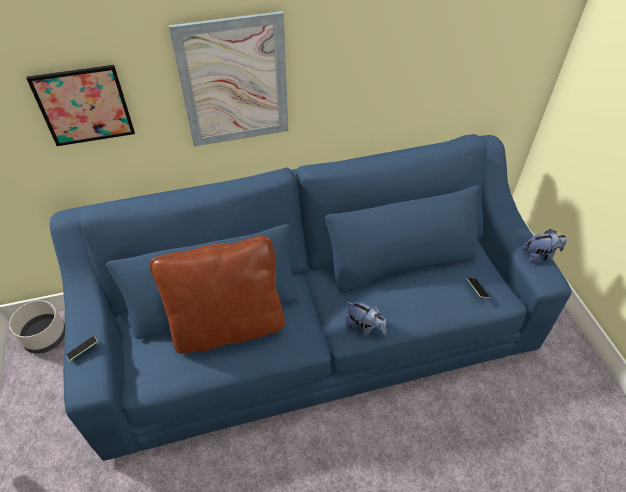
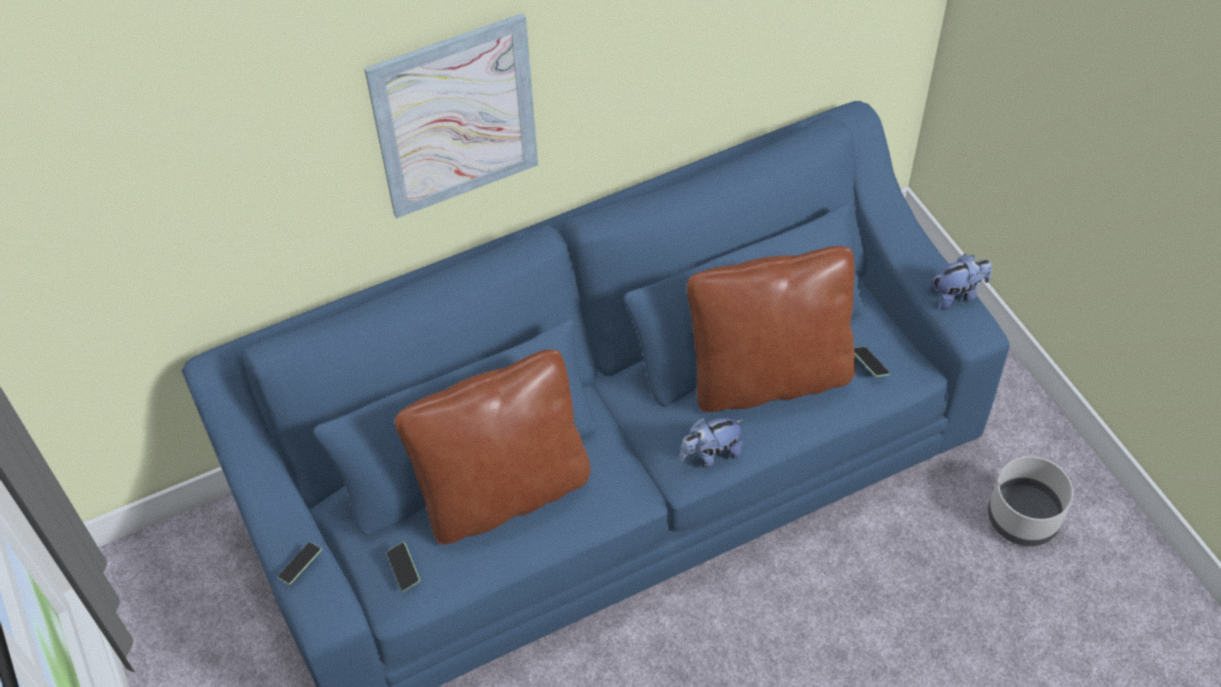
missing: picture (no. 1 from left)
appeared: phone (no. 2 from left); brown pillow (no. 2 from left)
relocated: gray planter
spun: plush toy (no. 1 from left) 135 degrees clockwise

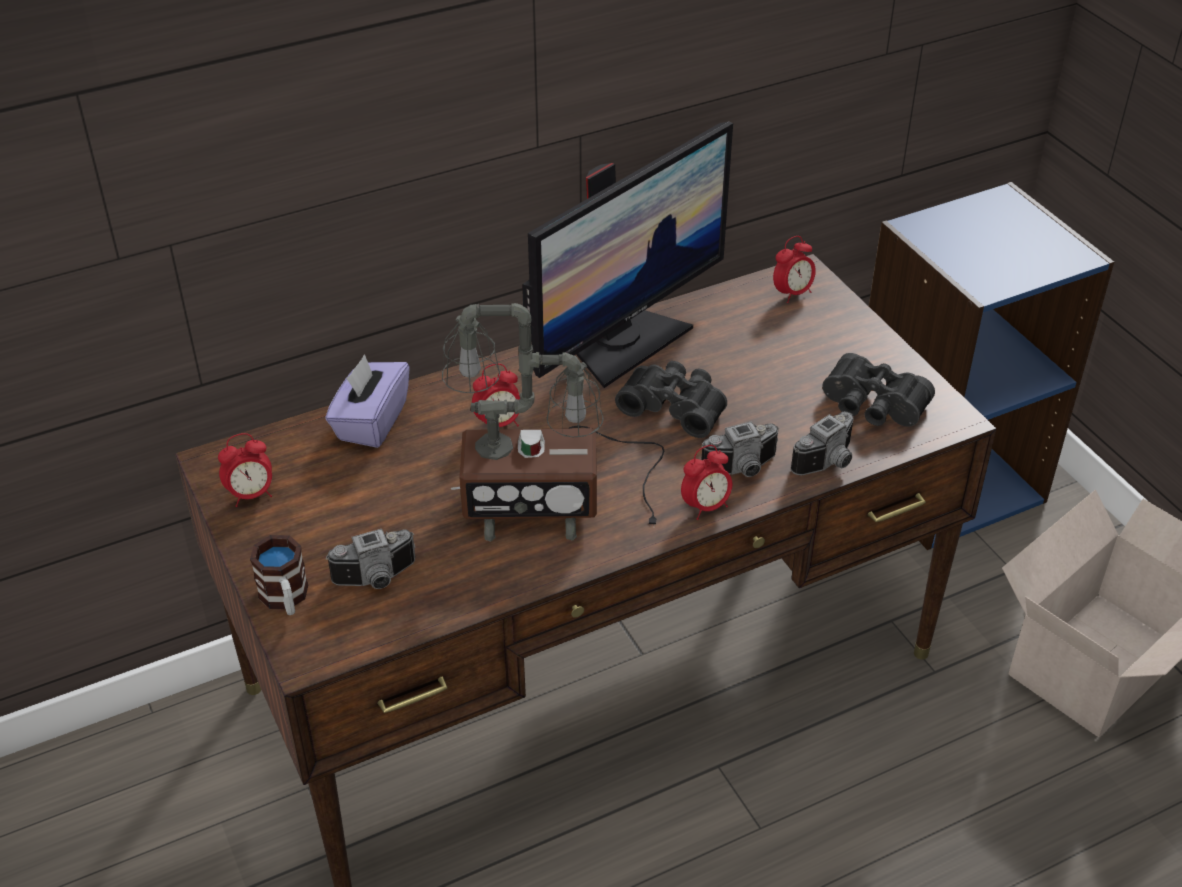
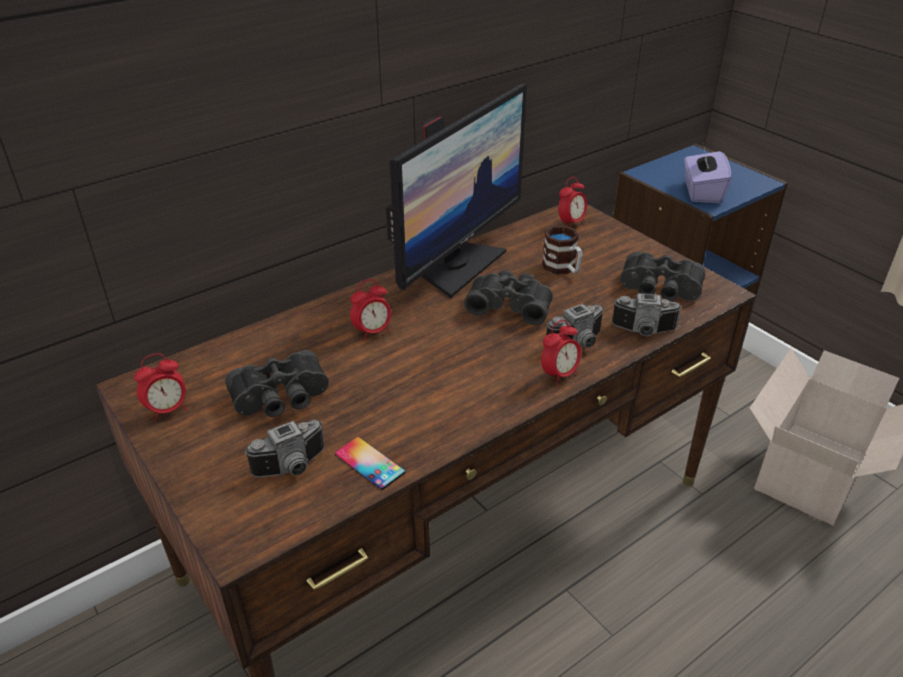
missing: table lamp
appeared: blackish field glasses (no. 1 from left); phone
relocated: mug; purplish tissue box
spun: photo camera (no. 3 from left) 60 degrees clockwise

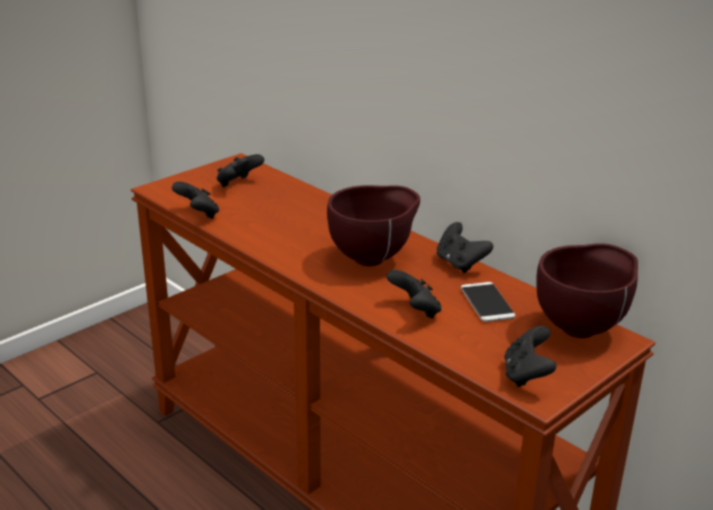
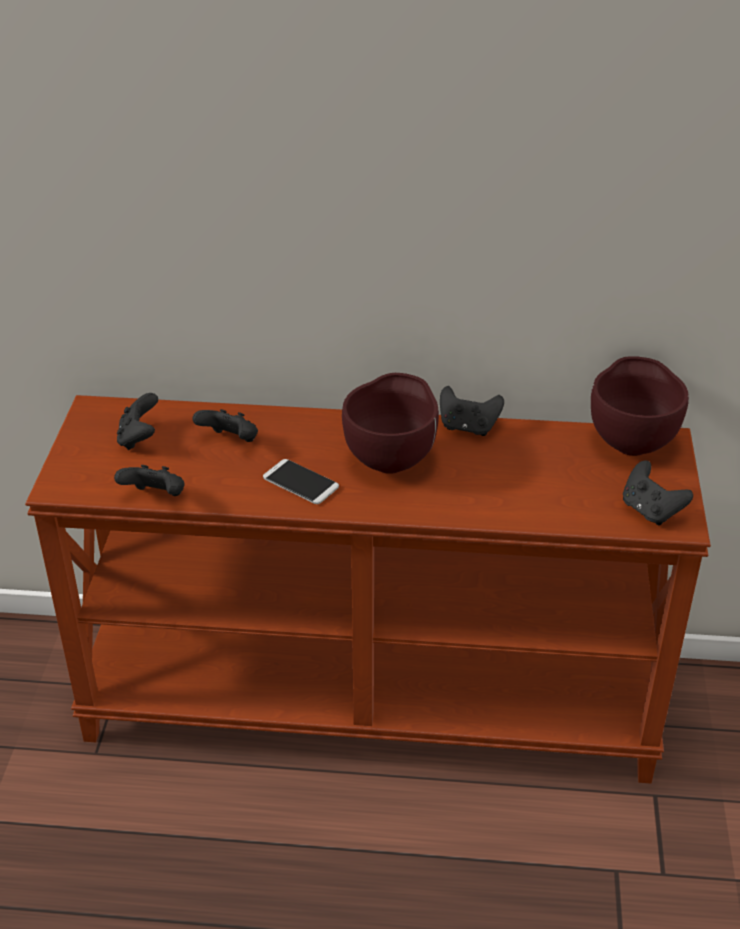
relocated: blackish gamepad (no. 3 from left); phone

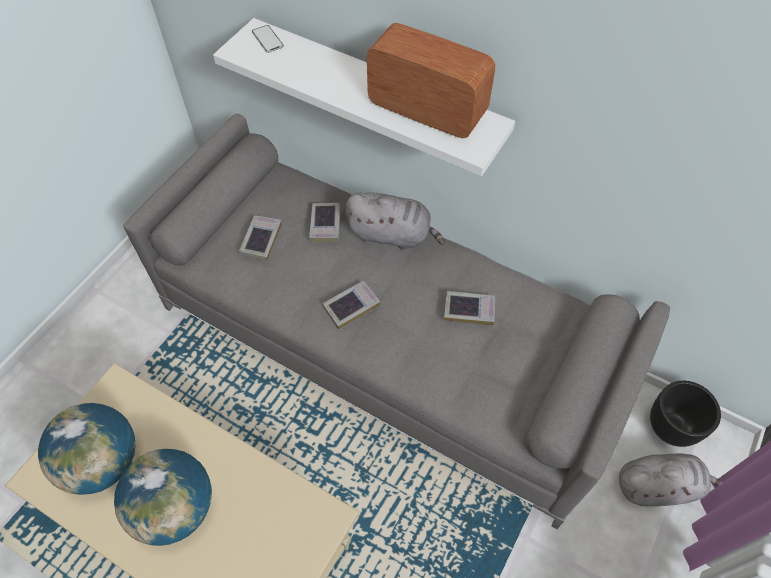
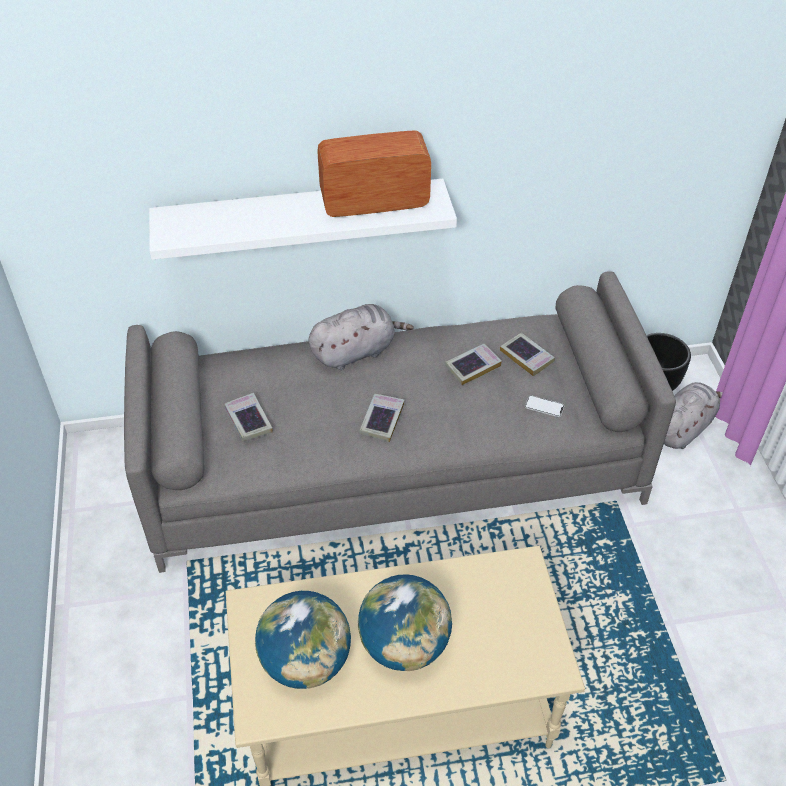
relocated: phone; book (no. 2 from left in the first image) to book (no. 4 from left)

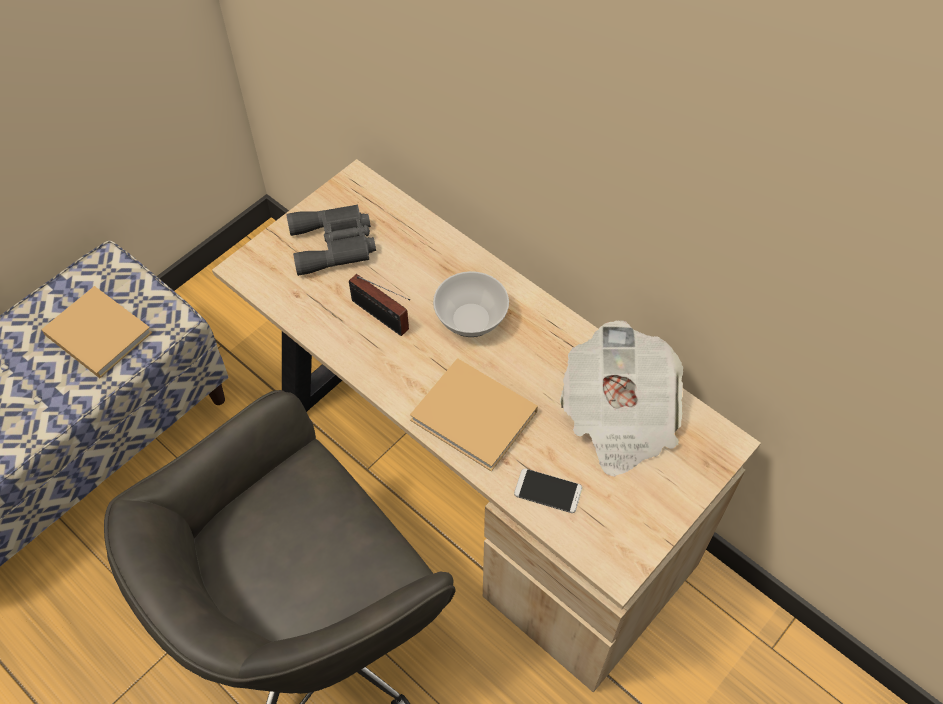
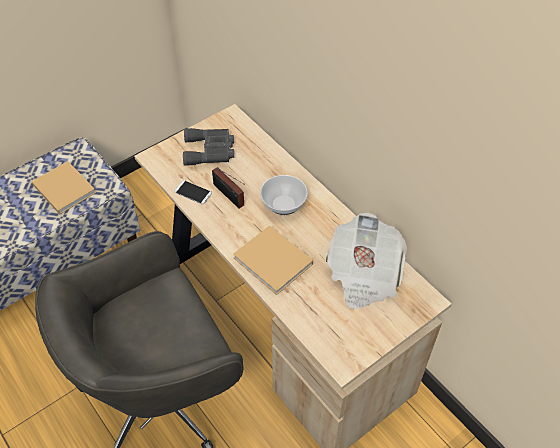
relocated: phone

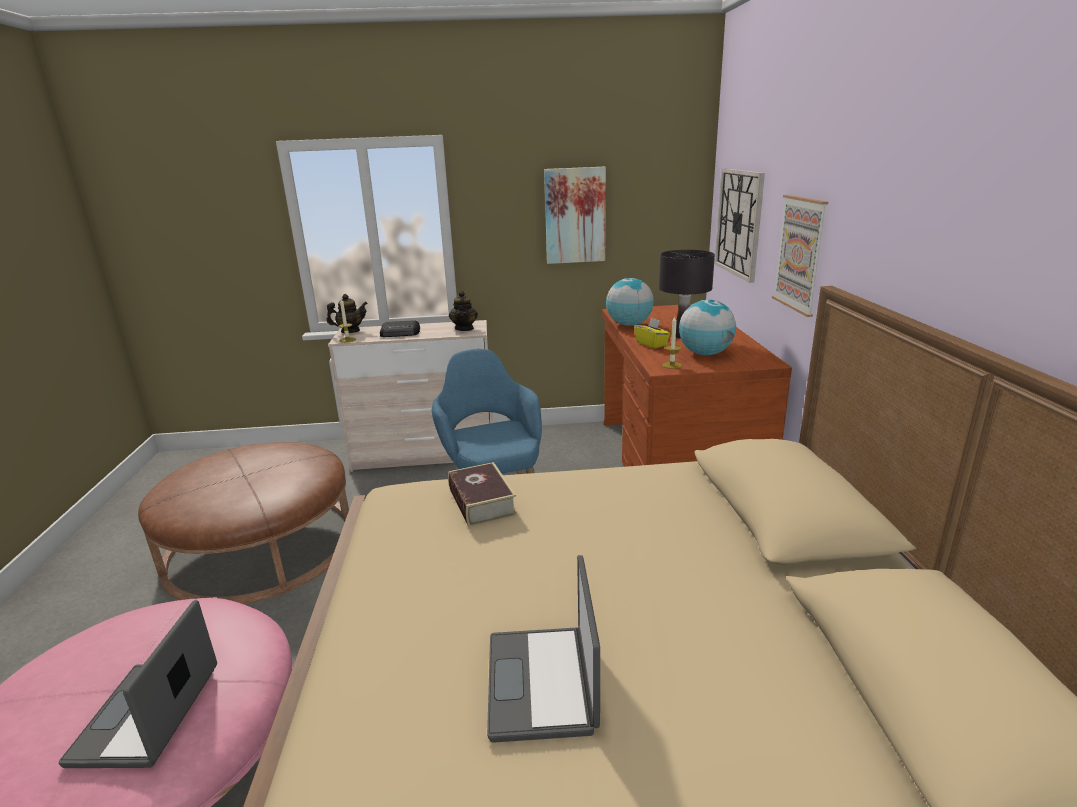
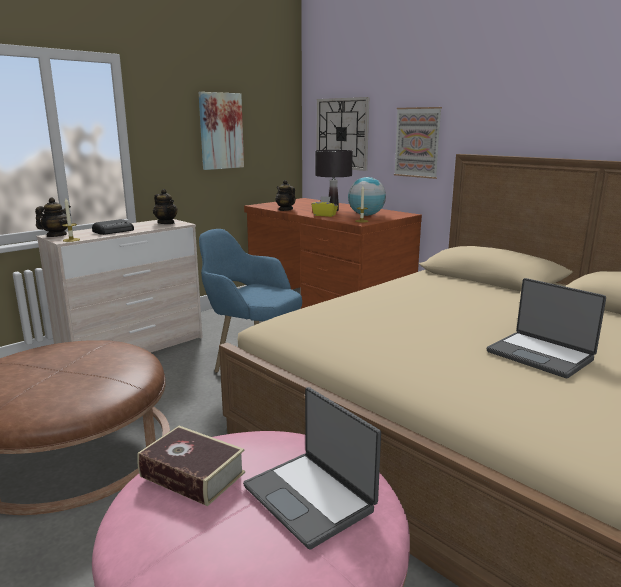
relocated: book
exchanged: globe (no. 1 from left) to tea pot (no. 3 from left)

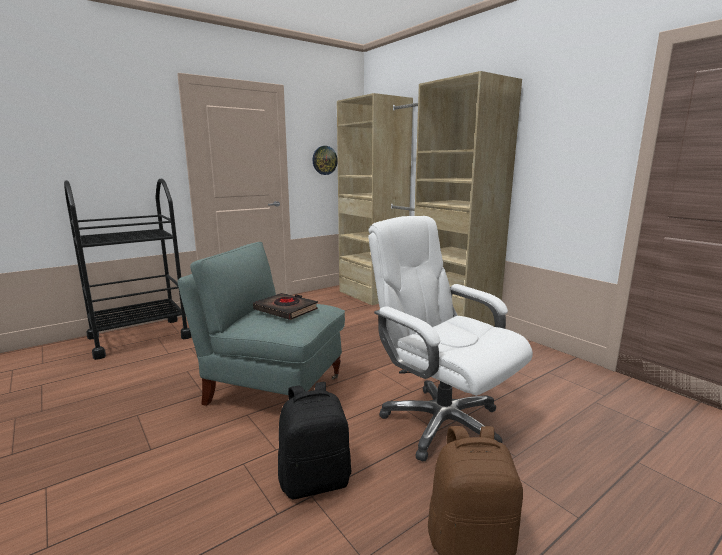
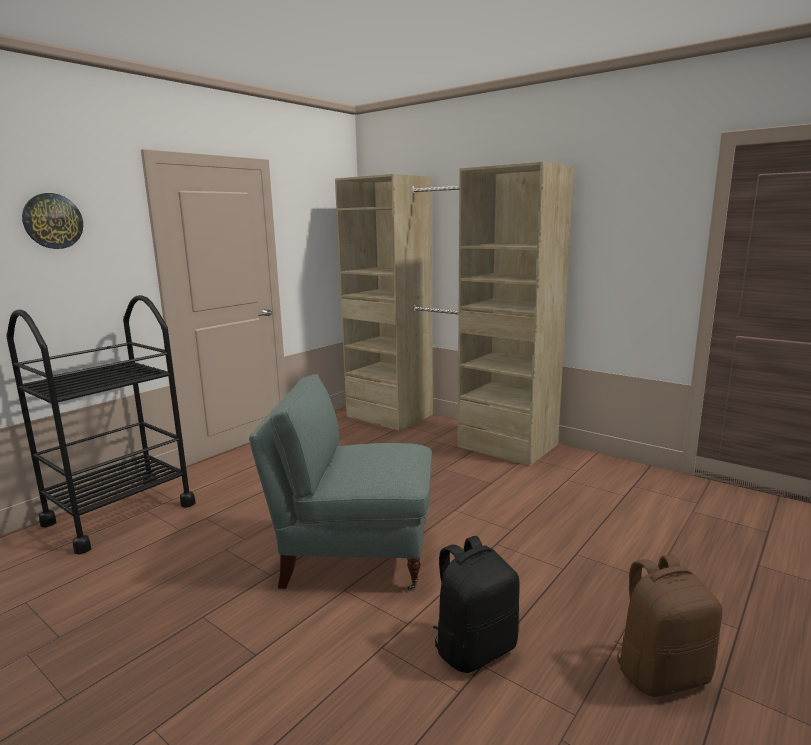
missing: blackish book; whitish computer chair
relocated: wall clock

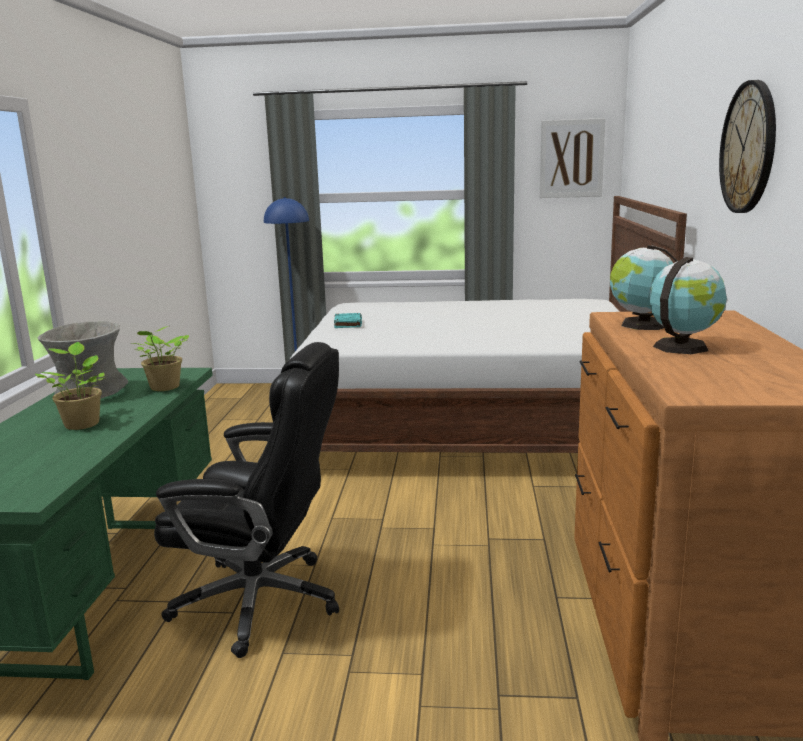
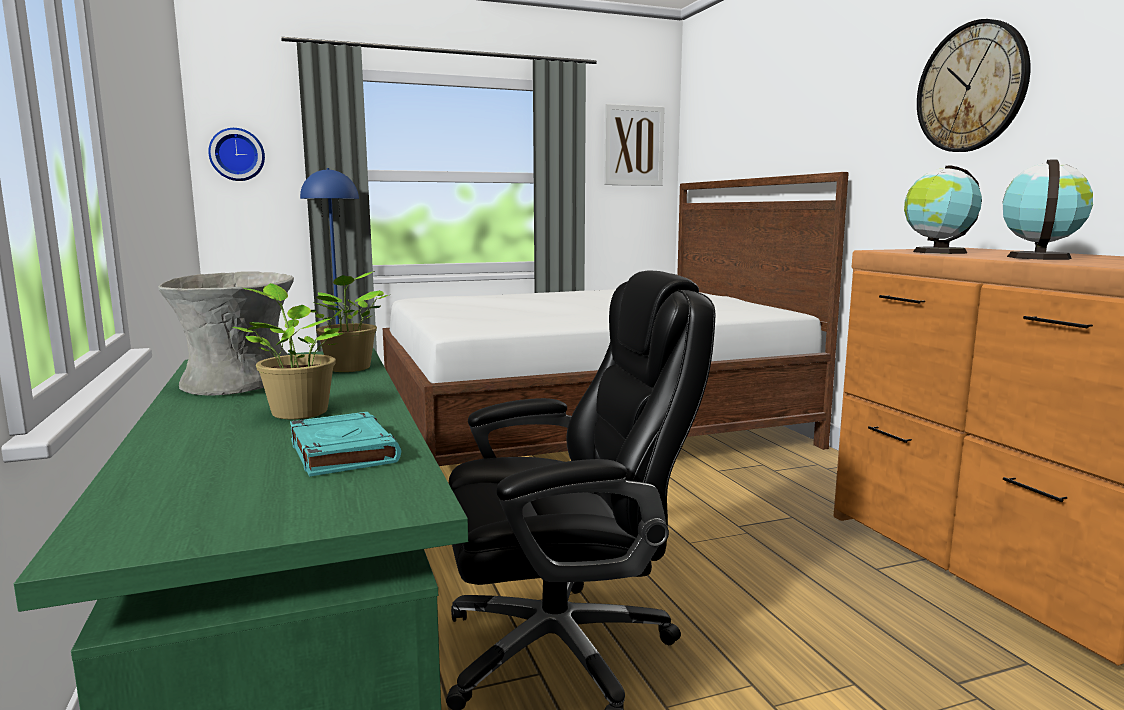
appeared: wall clock (no. 1 from left)
relocated: turquoise book

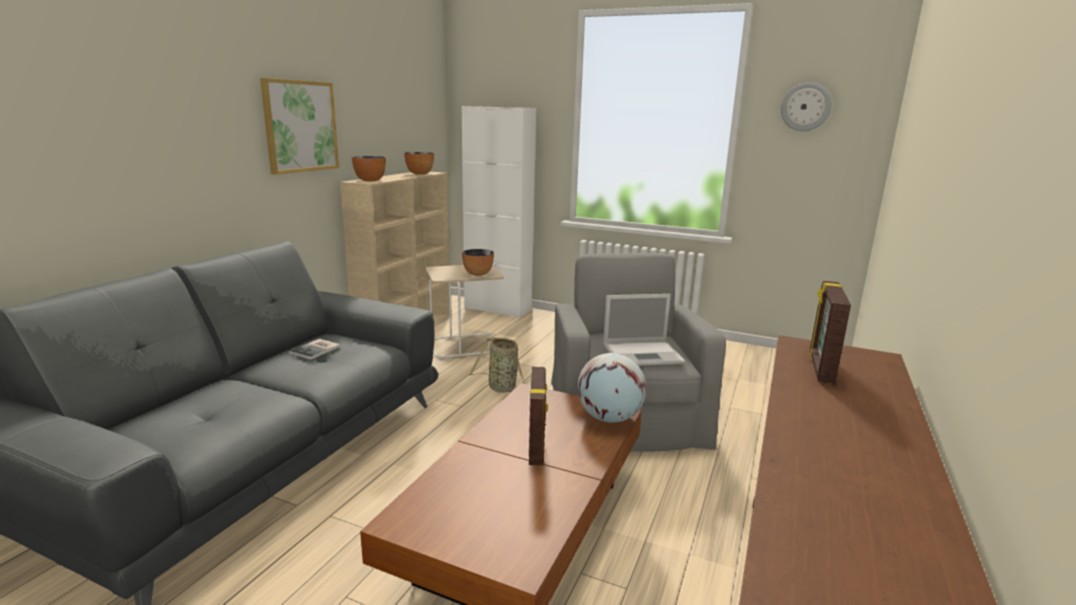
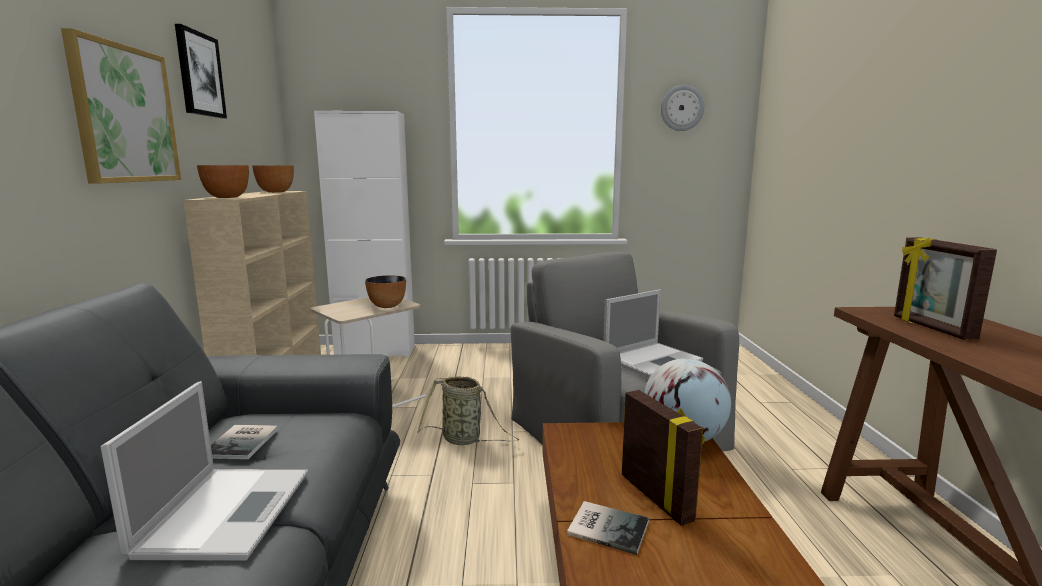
appeared: portable computer (no. 1 from left); picture (no. 2 from left); book (no. 2 from left)

